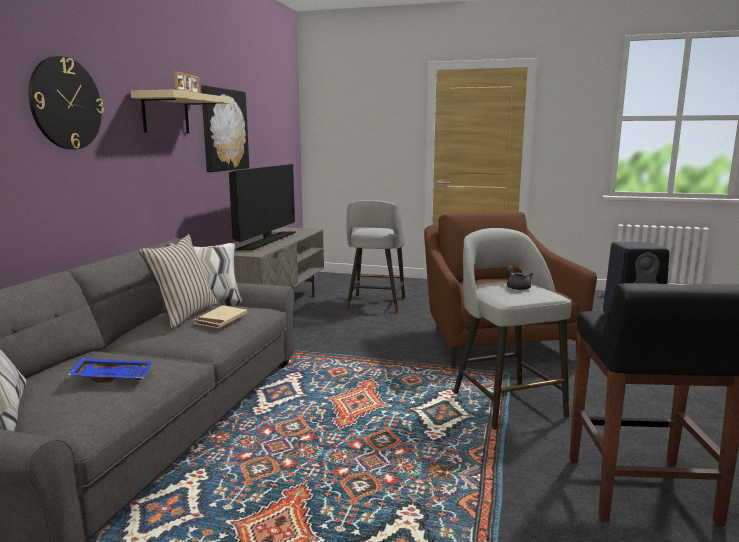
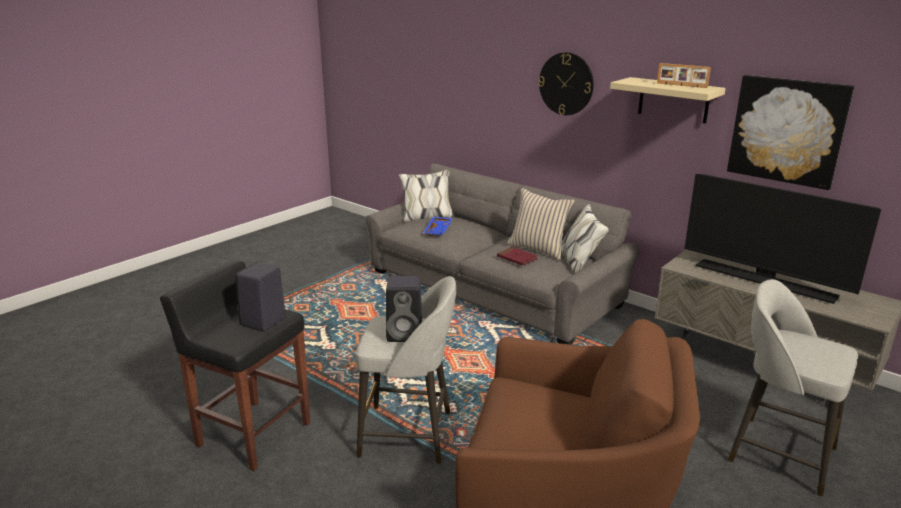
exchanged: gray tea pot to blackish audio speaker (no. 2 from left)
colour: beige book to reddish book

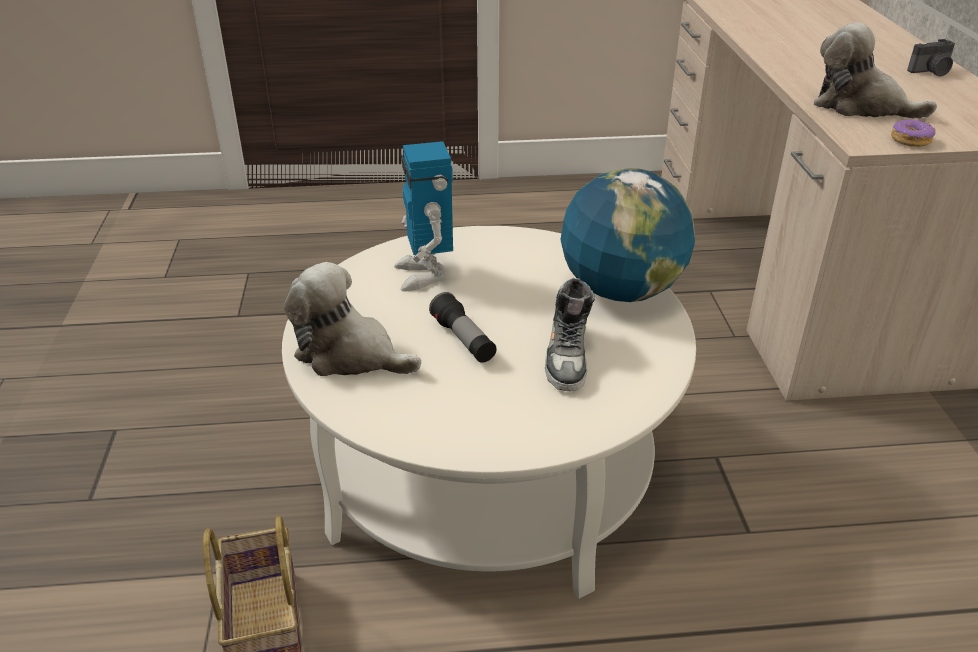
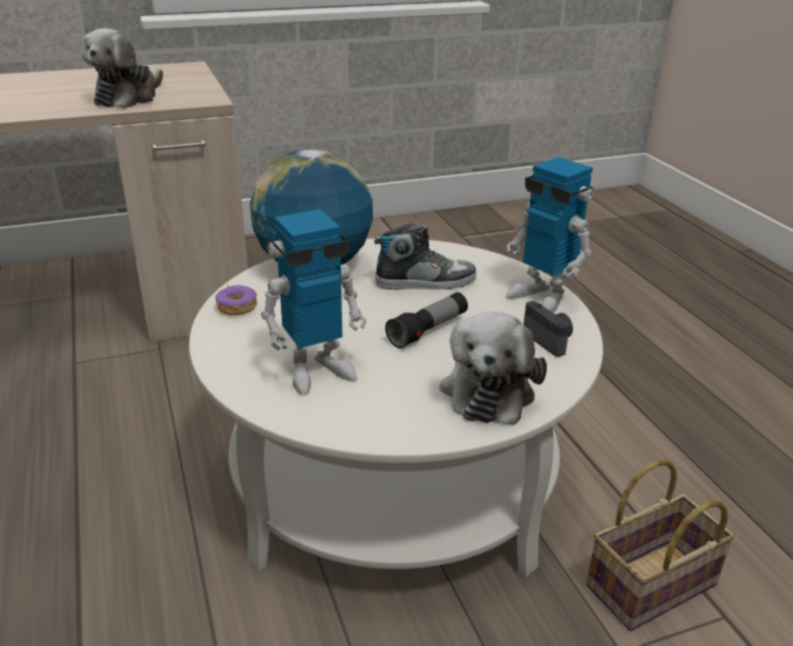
appeared: model robot (no. 2 from left)
relocated: doughnut; photo camera

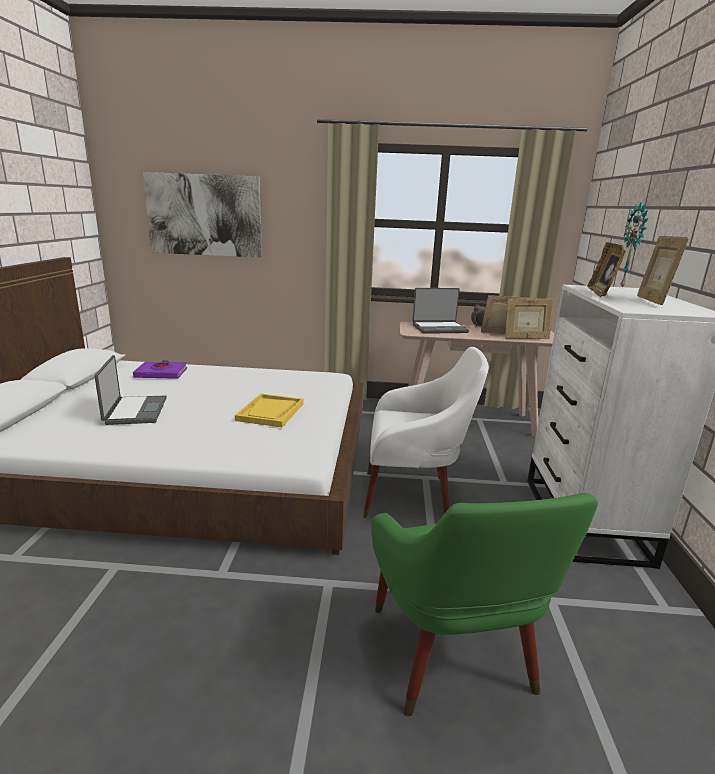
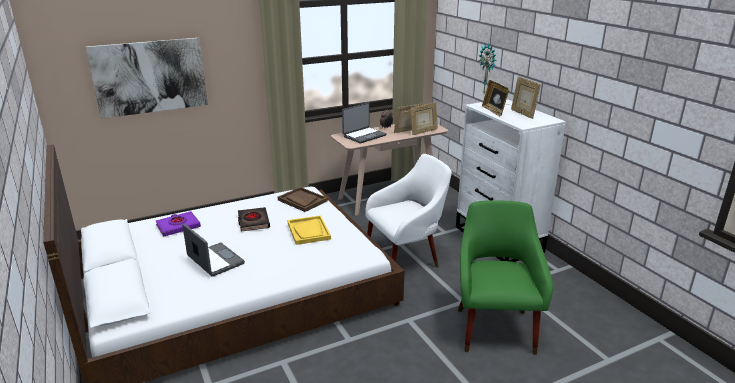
appeared: blackish book; brown tray
spun: greenish armchair 135 degrees counterclockwise

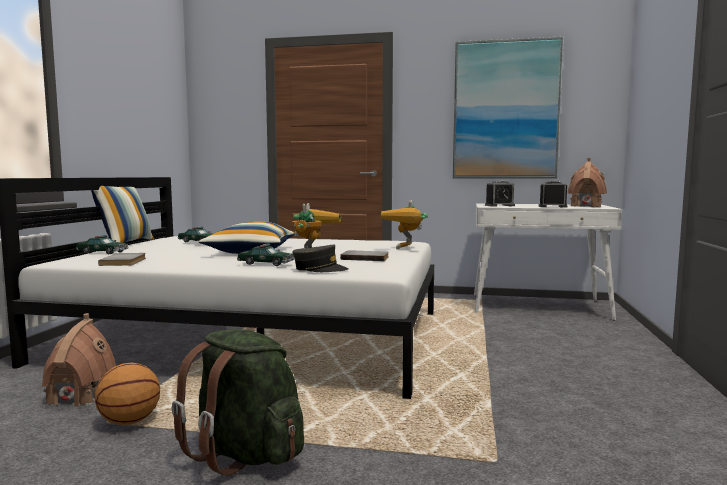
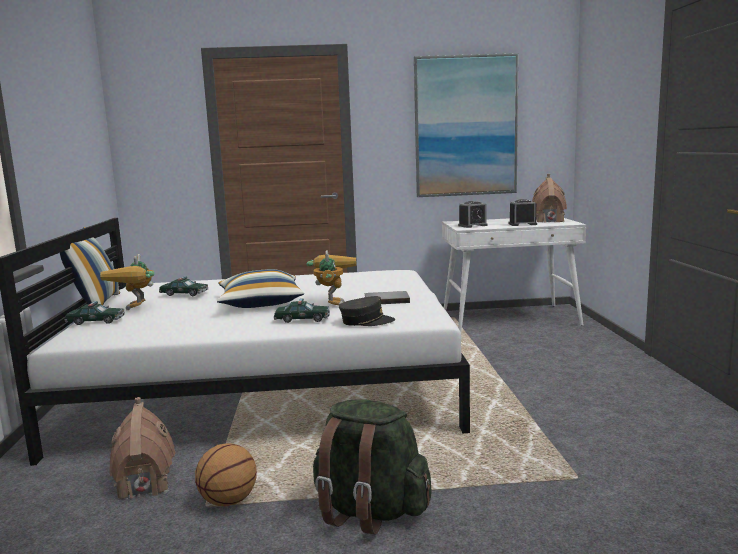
missing: gray book (no. 1 from left)
relocated: model robot (no. 2 from left in the first image) to model robot (no. 1 from left)

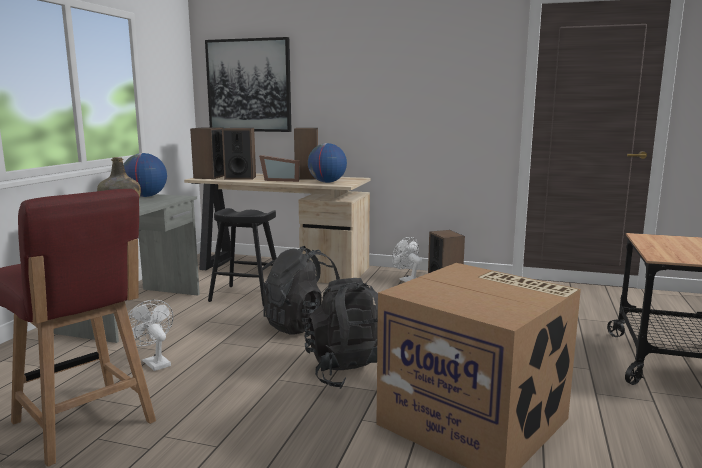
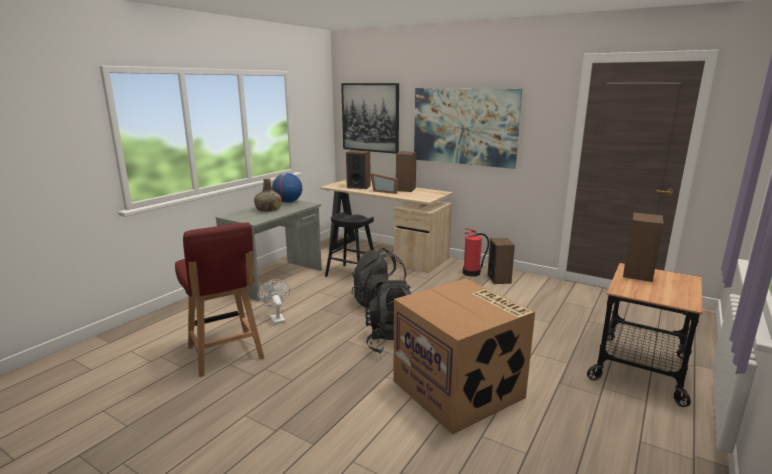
missing: globe (no. 2 from left)
appeared: picture (no. 2 from left)
relocated: audio speaker (no. 1 from left in the first image) to audio speaker (no. 4 from left)
exchanged: whitish fan (no. 2 from left) to fire extinguisher

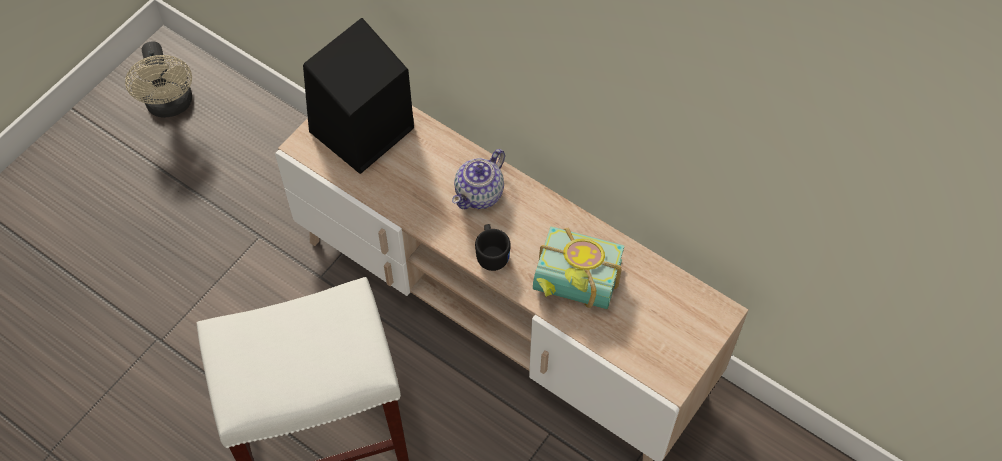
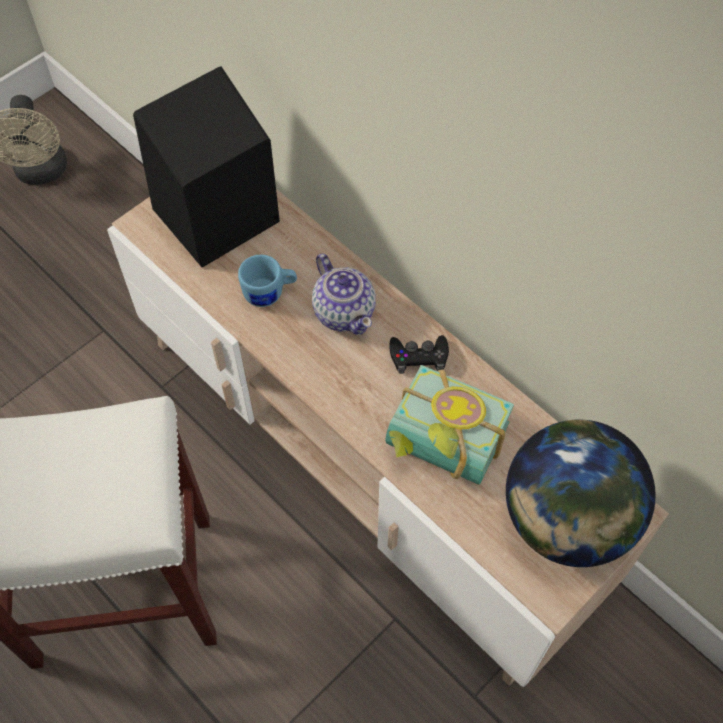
missing: blackish mug
appeared: blue-coloured mug; blackish gamepad; globe
spun: tea pot 75 degrees counterclockwise

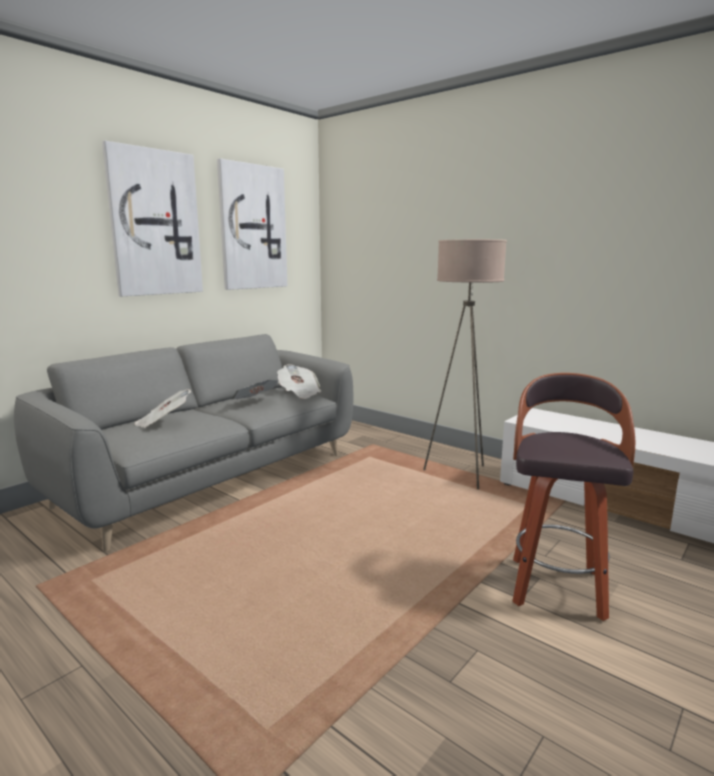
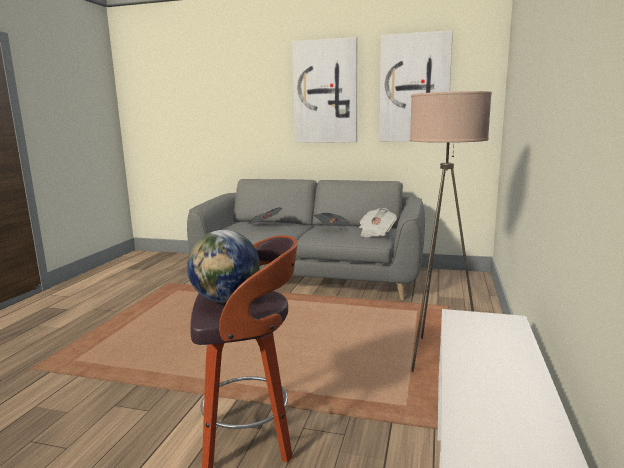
appeared: globe

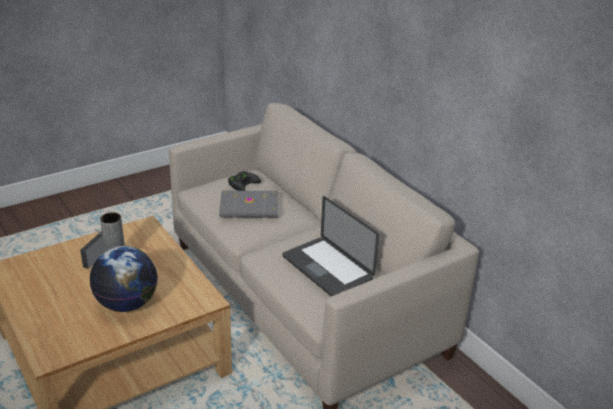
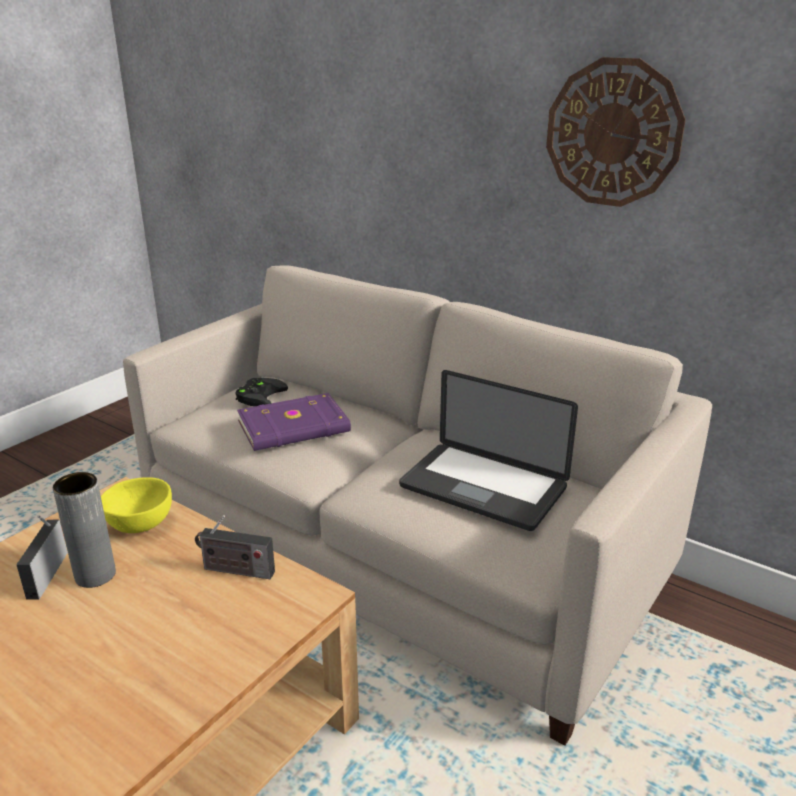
missing: globe
appeared: yellow-coloured serving bowl; radio (no. 2 from left); wall clock
colour: gray book to purplish book

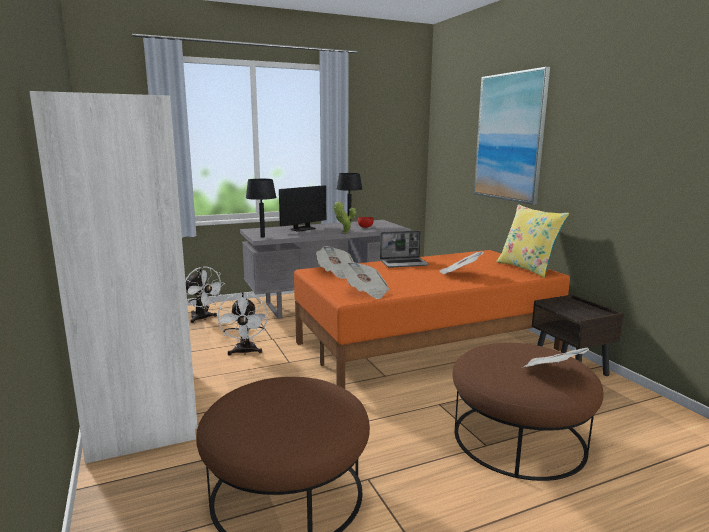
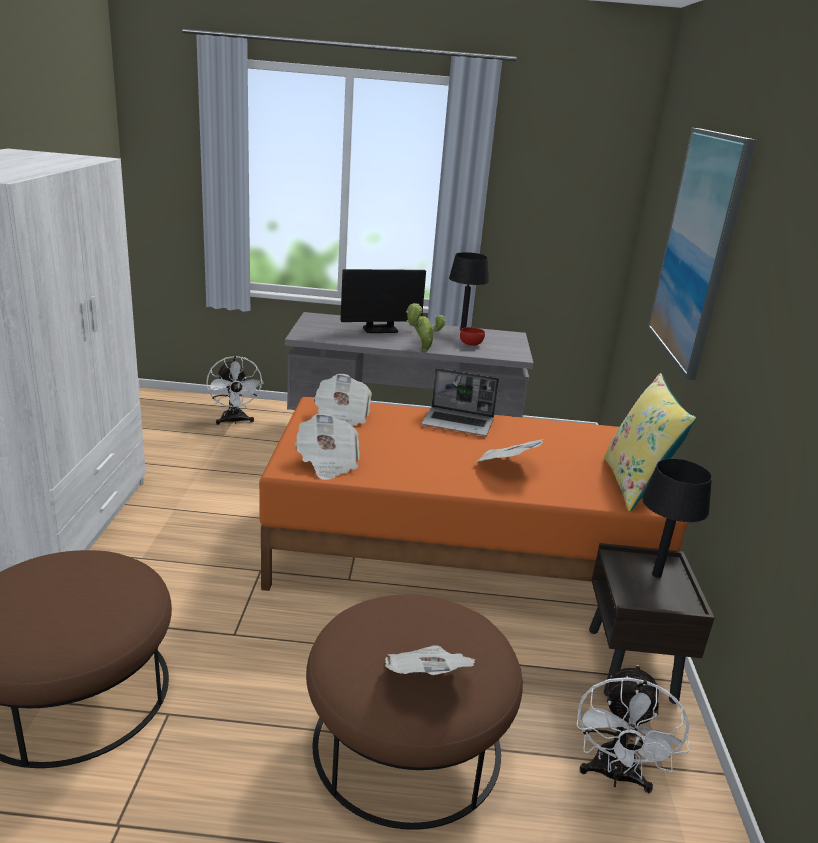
relocated: whitish fan (no. 2 from left); blackish table lamp (no. 1 from left in the first image) to blackish table lamp (no. 2 from left)

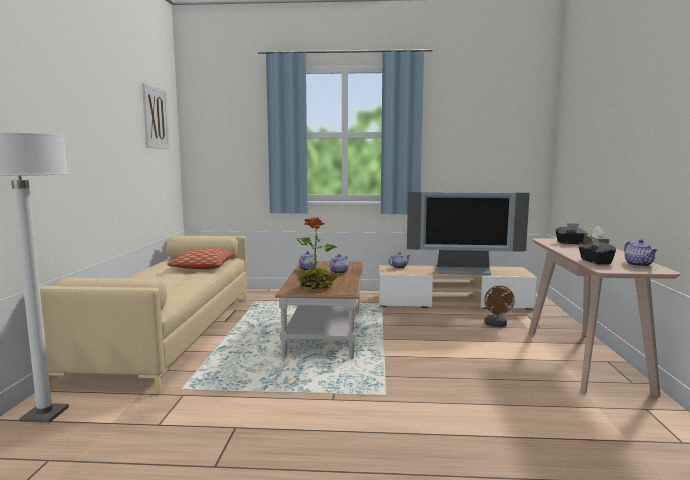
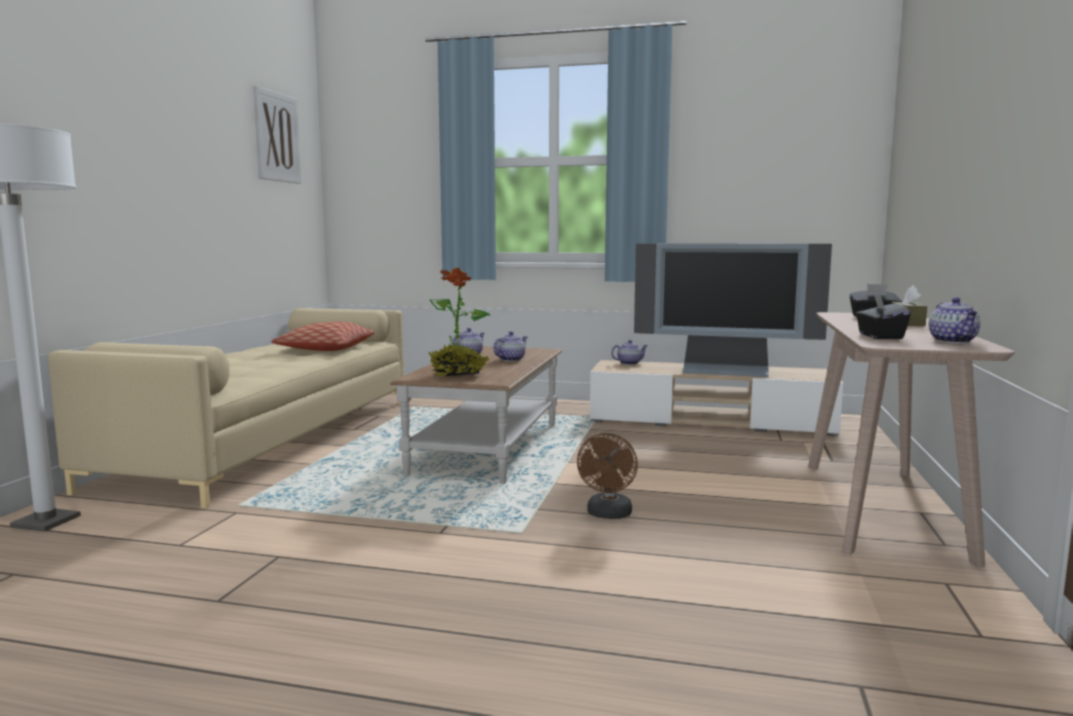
relocated: brown fan

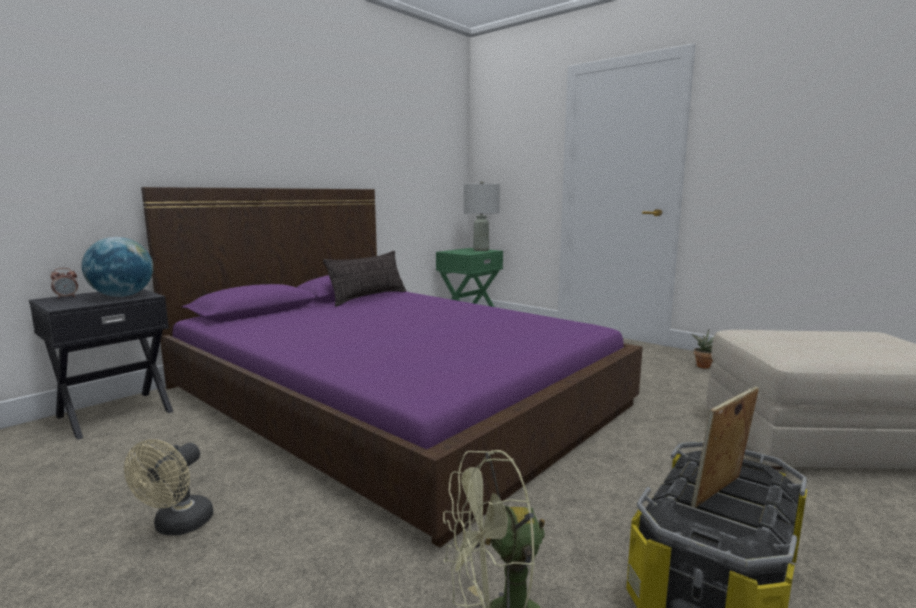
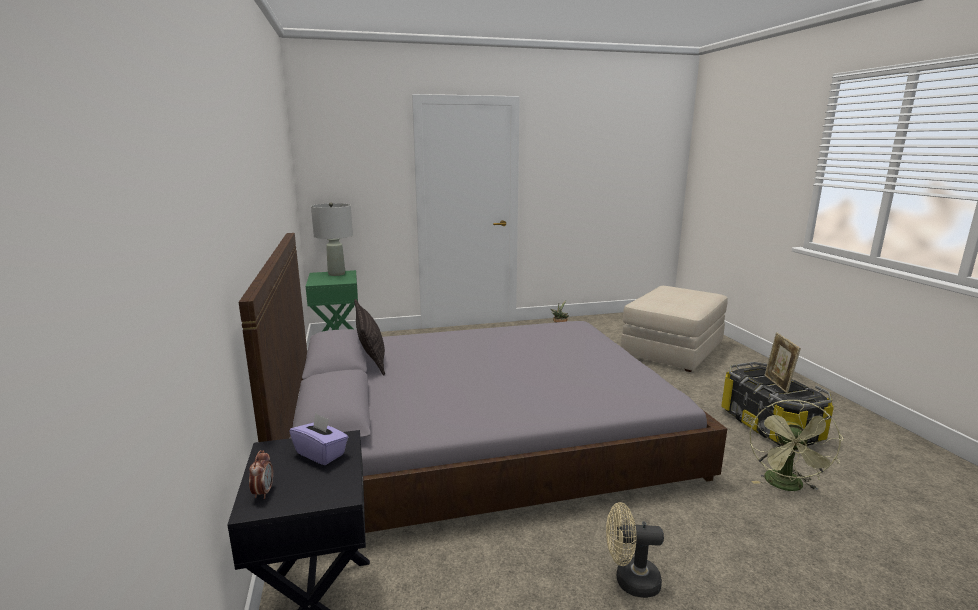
exchanged: globe to purplish tissue box
colour: purplish sleeping bed to gray sleeping bed
spun: beige fan 135 degrees clockwise

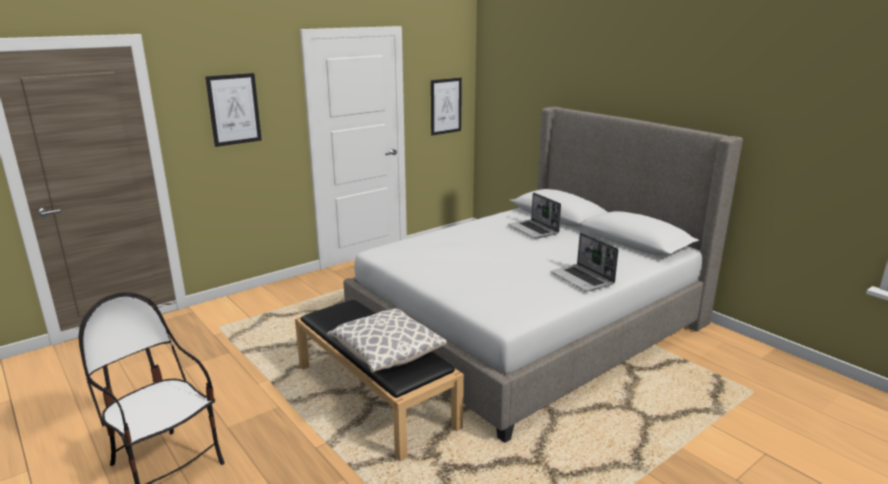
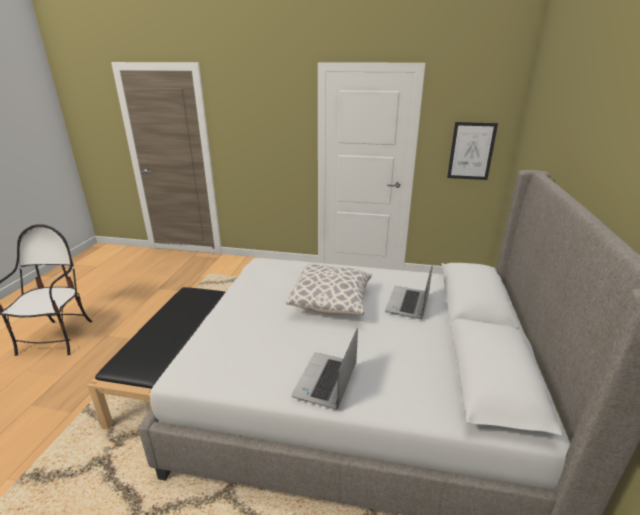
missing: picture (no. 1 from left)
relocated: pillow

